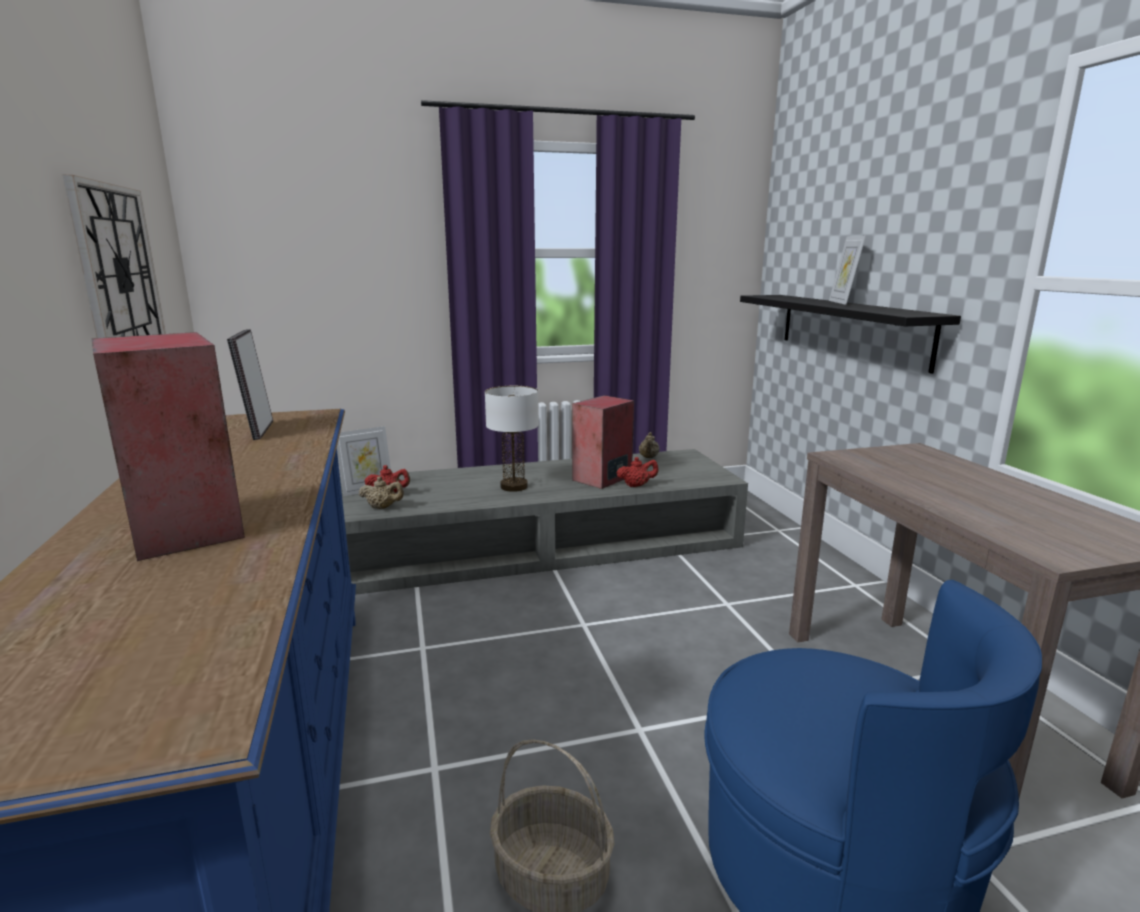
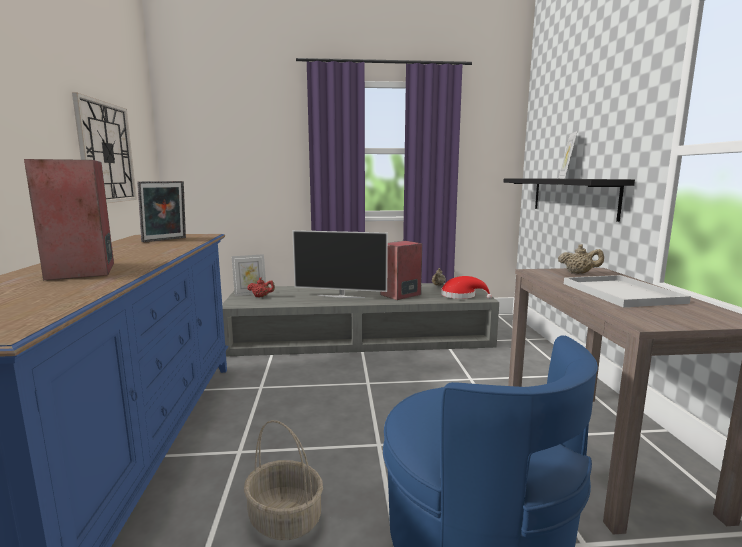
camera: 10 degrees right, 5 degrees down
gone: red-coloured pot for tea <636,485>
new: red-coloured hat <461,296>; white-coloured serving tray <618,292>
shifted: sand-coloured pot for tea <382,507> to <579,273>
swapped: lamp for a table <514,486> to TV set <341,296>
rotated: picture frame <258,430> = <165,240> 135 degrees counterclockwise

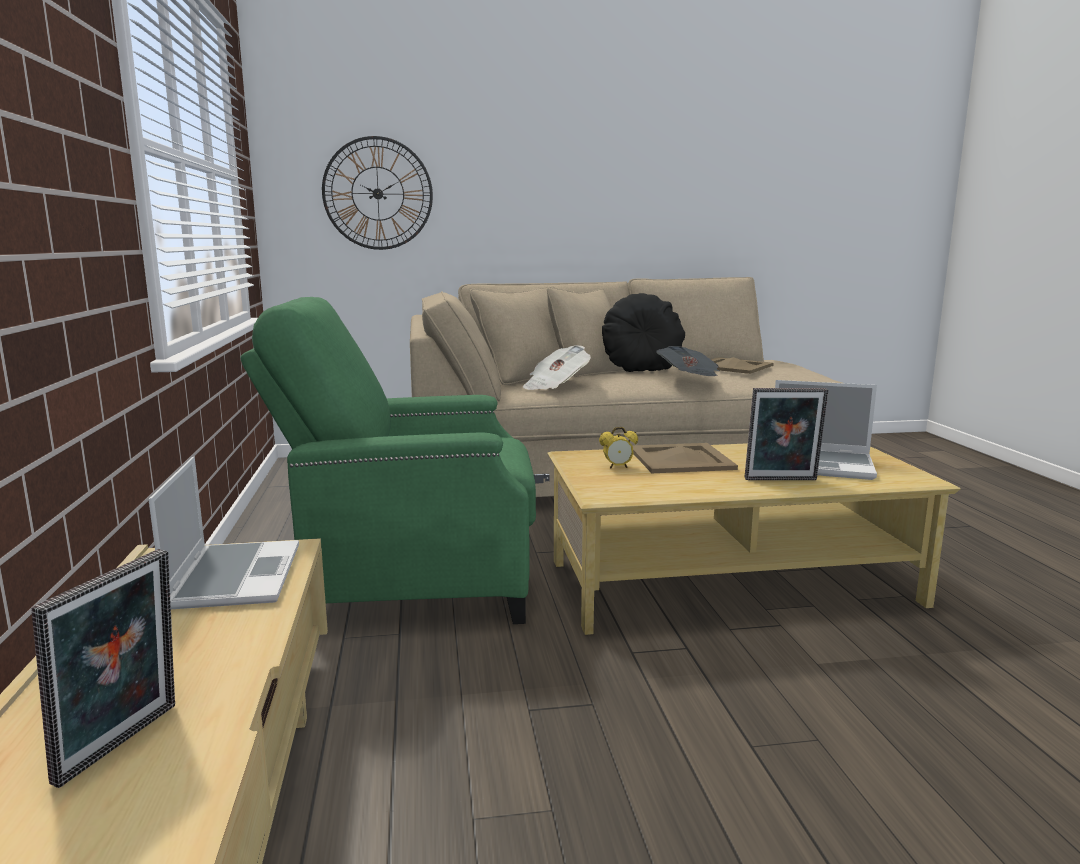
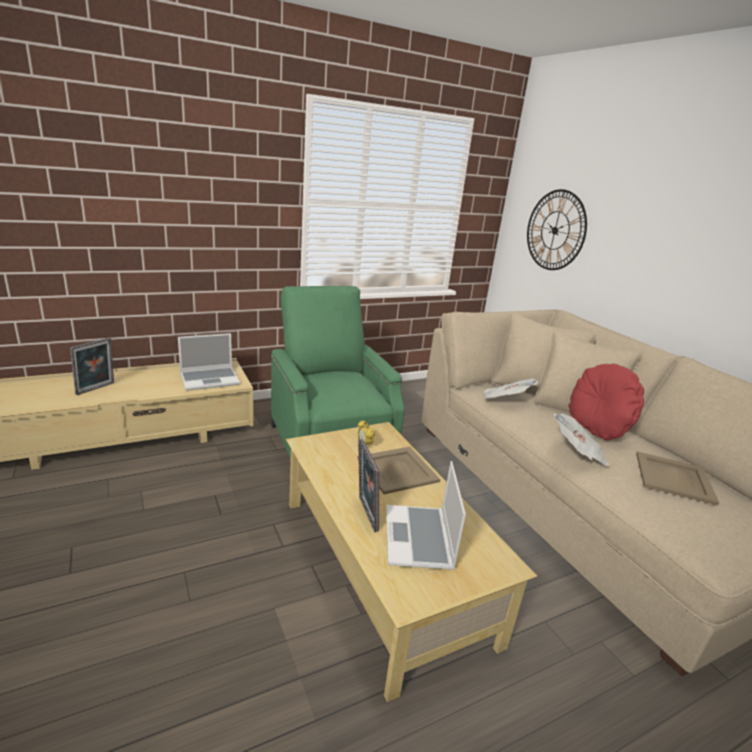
camera: 70 degrees right, 10 degrees up
repainted: black-coloured throw pillow <641,370> to red-coloured throw pillow <596,430>
rotated: picture frame <124,744> = <96,389> 60 degrees counterclockwise

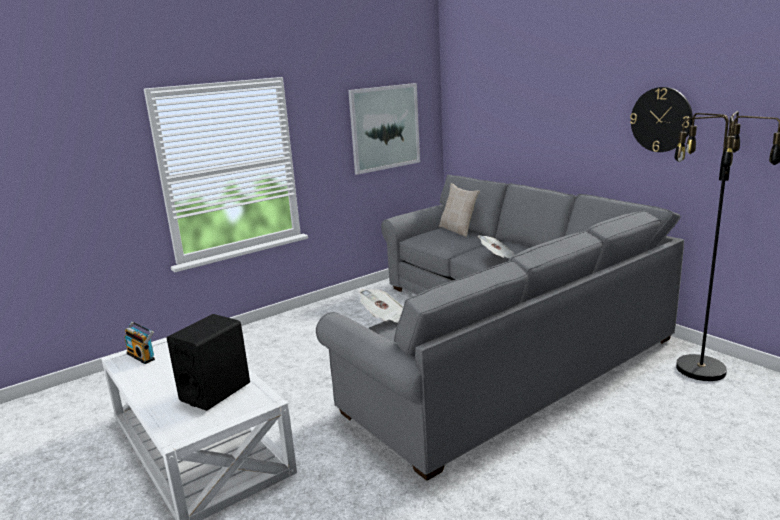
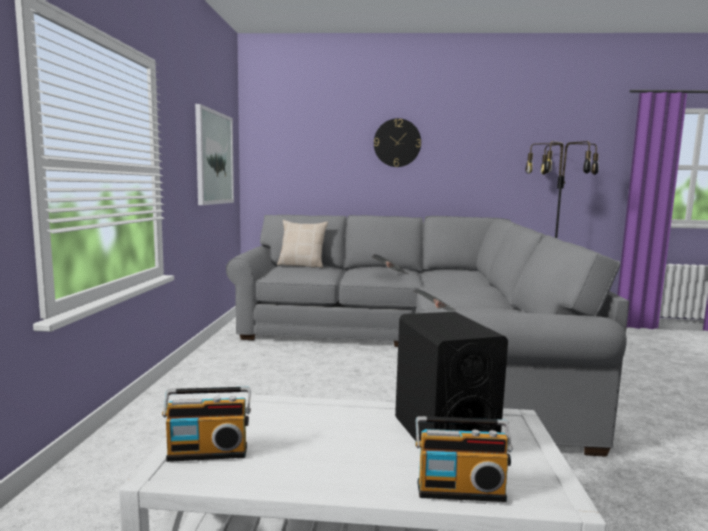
camera: 50 degrees left, 10 degrees down
new: radio <460,489>
shifted: hanging clock <661,119> to <397,143>

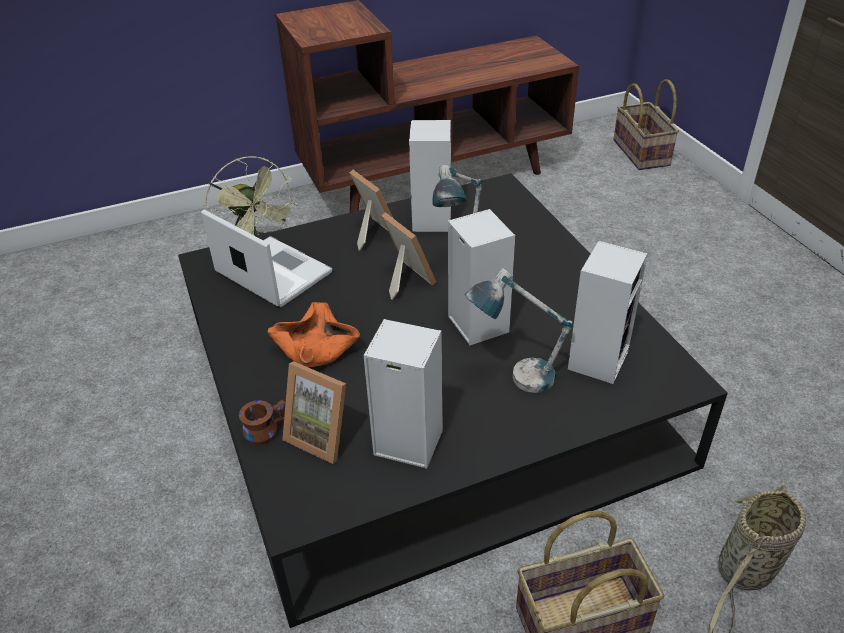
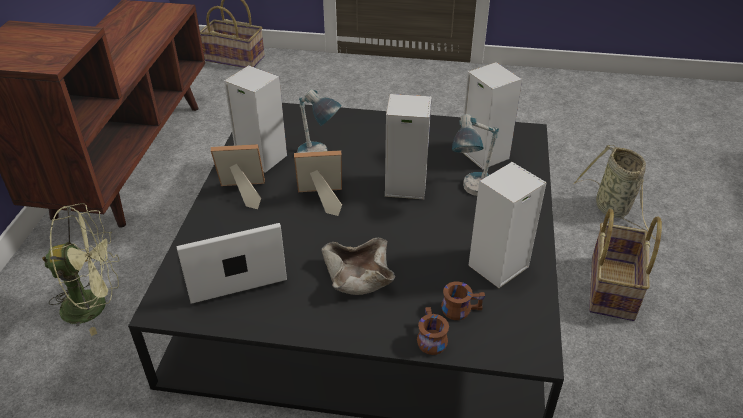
camera: 60 degrees left, 0 degrees up
swapped: picture frame <322,435> to brown-coloured tea mug <460,308>
repainted: orange-coloured serving bowl <316,347> to sand-coloured serving bowl <358,276>

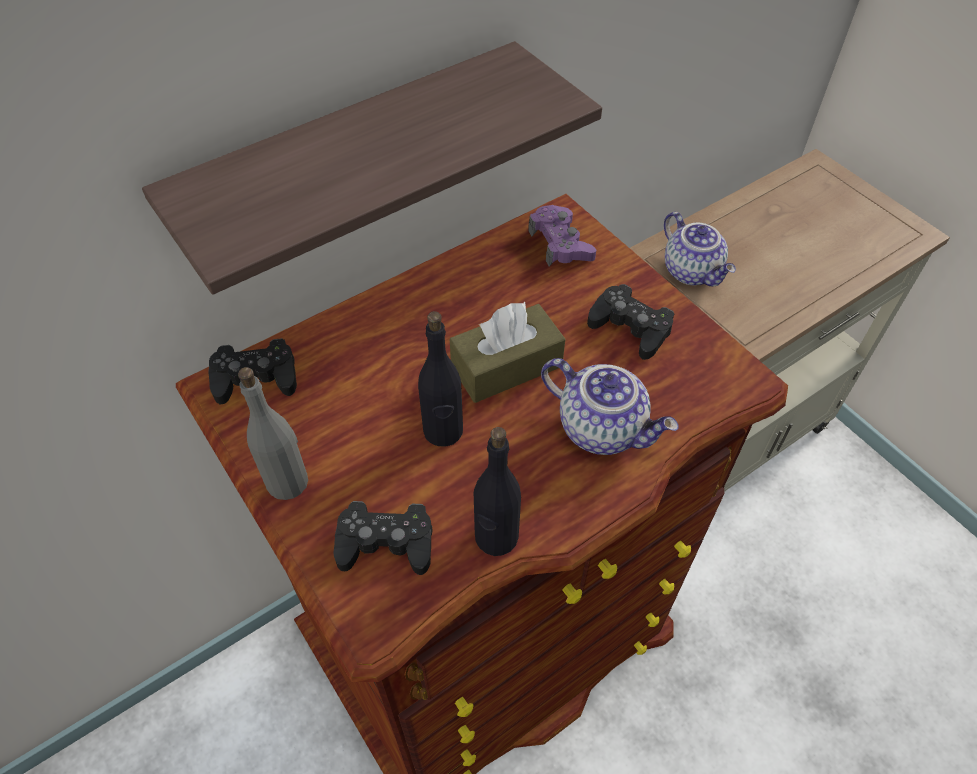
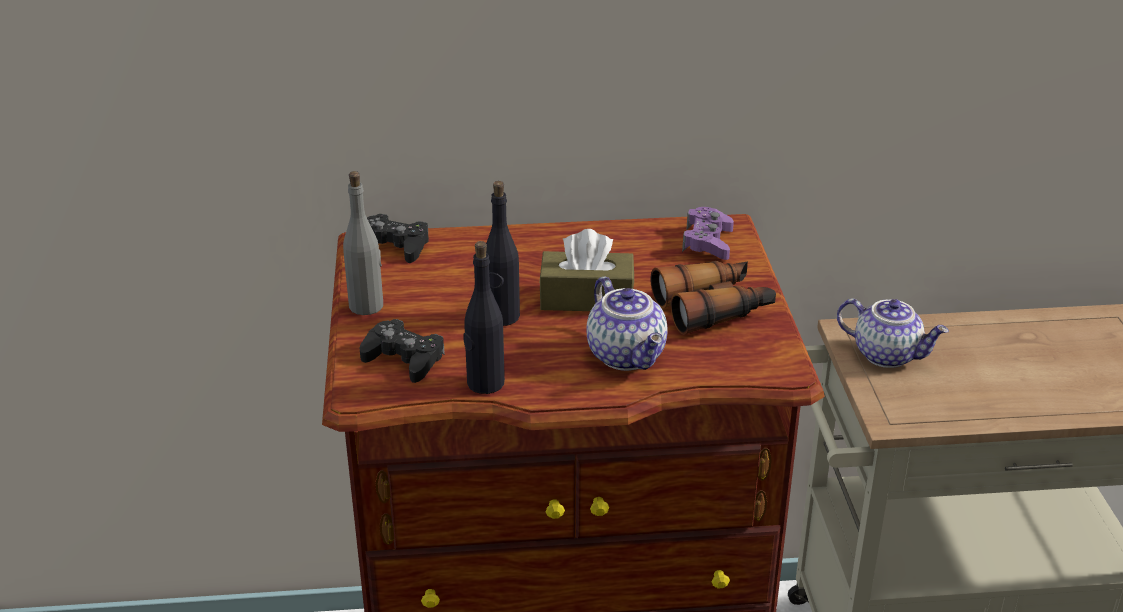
camera: 30 degrees right, 20 degrees down
gone: bracket shelf <353,165>
swapped: black-coloured gamepad <630,327> to pair of binoculars <714,308>
rotated: pot for tea <692,271> = <887,355> 60 degrees counterclockwise

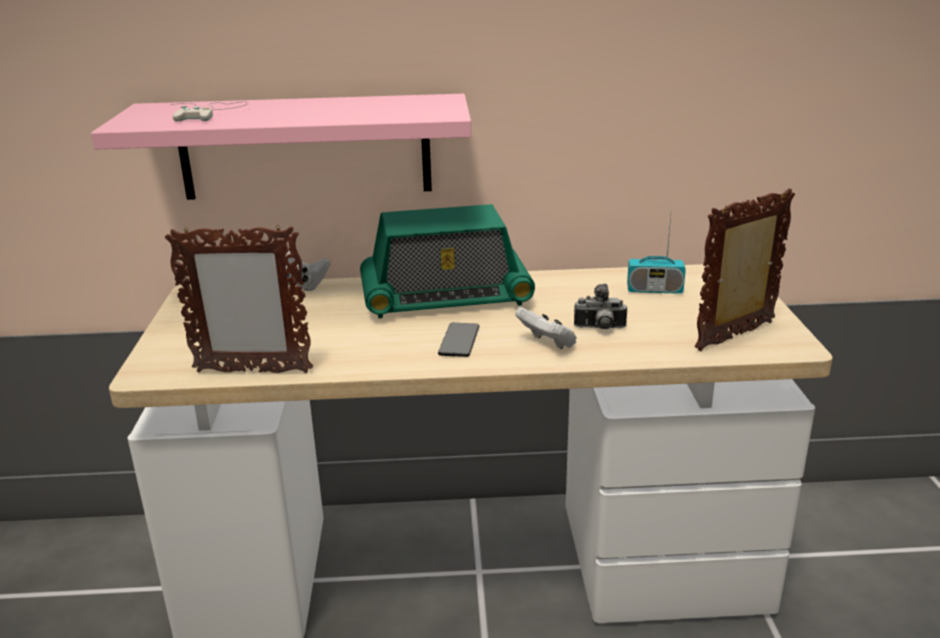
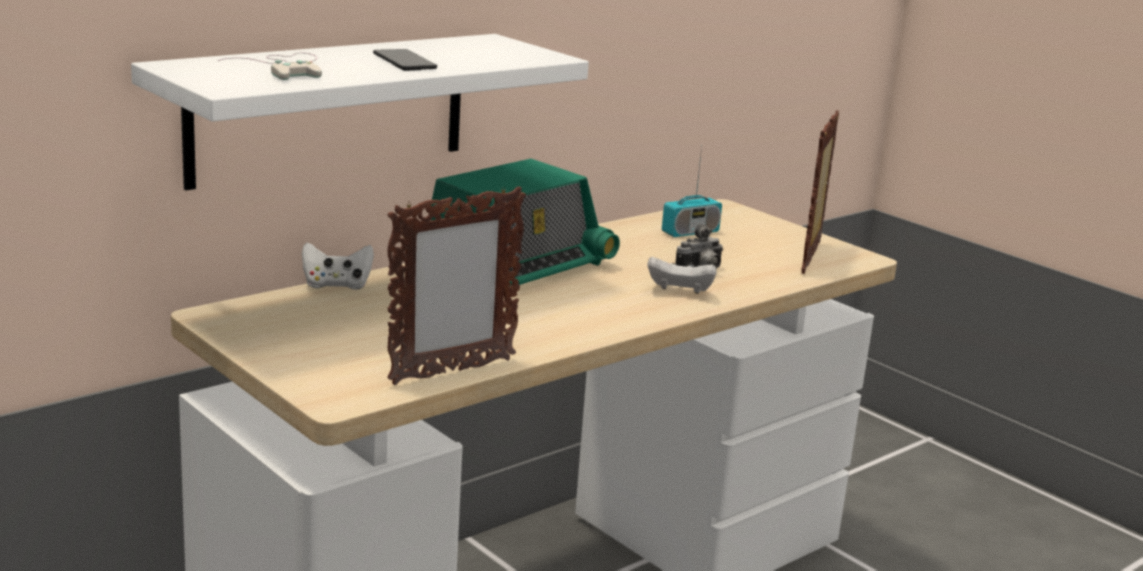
camera: 40 degrees left, 5 degrees down
shifted: telephone <459,341> to <404,62>
repainted: pinkish bracket shelf <305,147> to white-coloured bracket shelf <330,108>

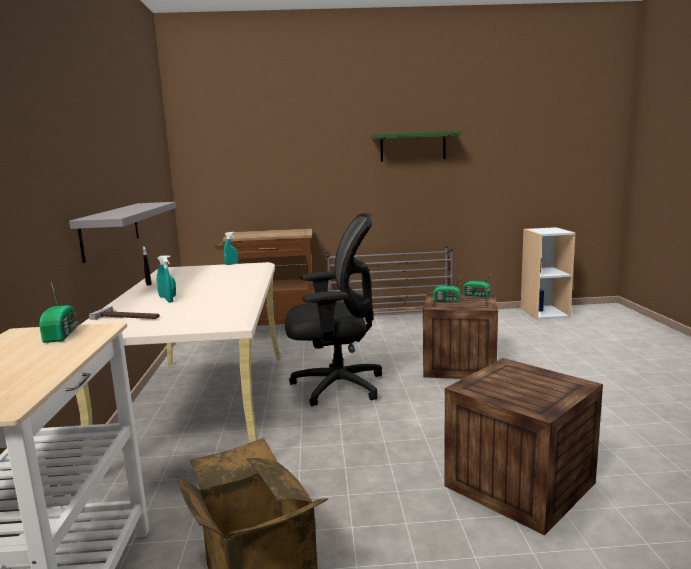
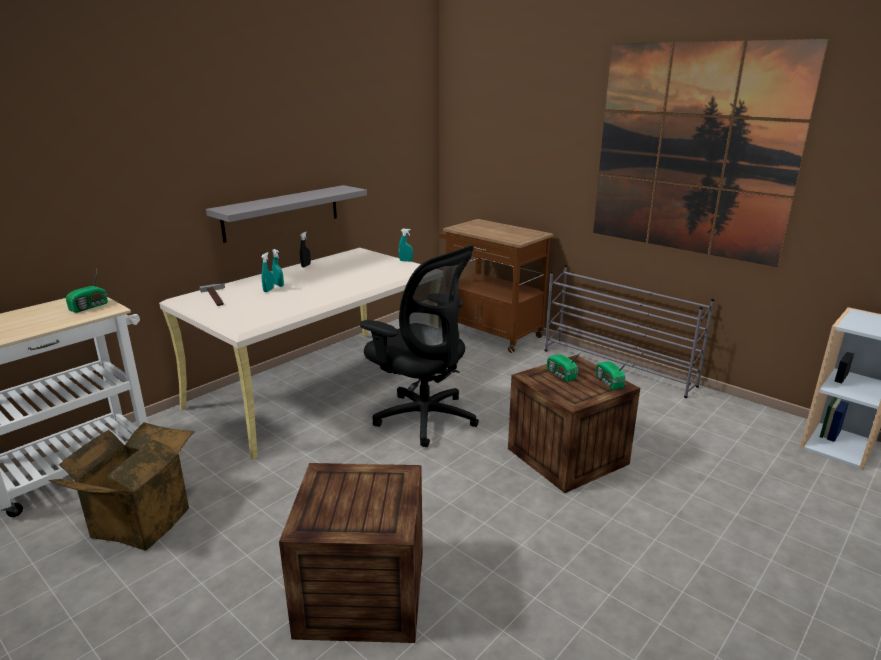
camera: 45 degrees right, 10 degrees up
swapped: green bracket shelf <413,147> to wall picture <692,151>

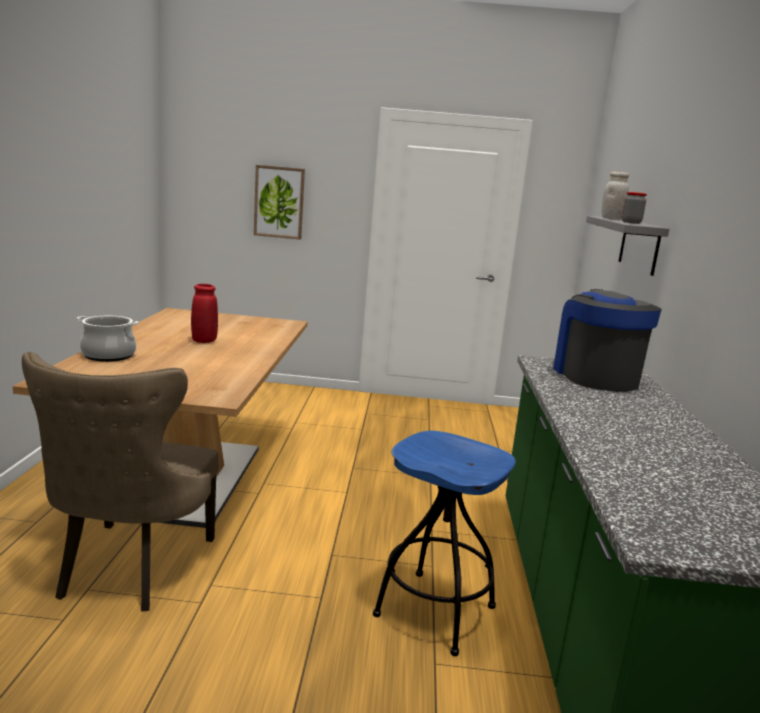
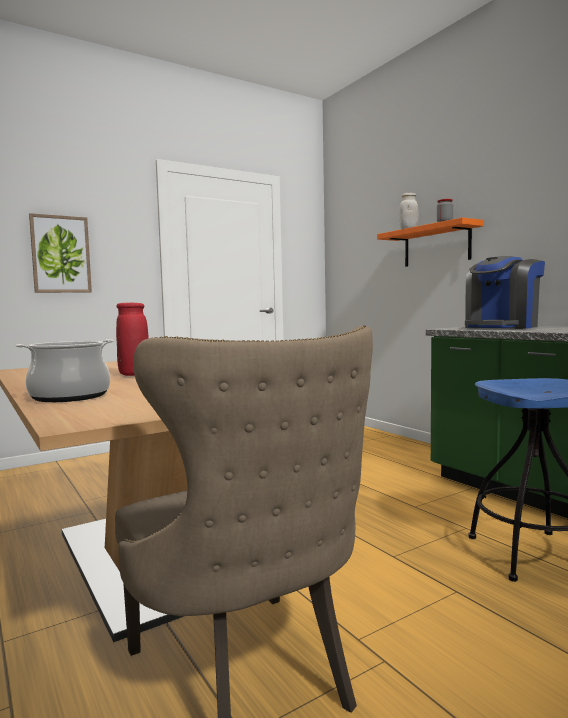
camera: 35 degrees left, 10 degrees down
repainted: grey bracket shelf <639,245> to orange-coloured bracket shelf <436,245>
rotated: coffee maker <595,376> = <501,327> 90 degrees counterclockwise

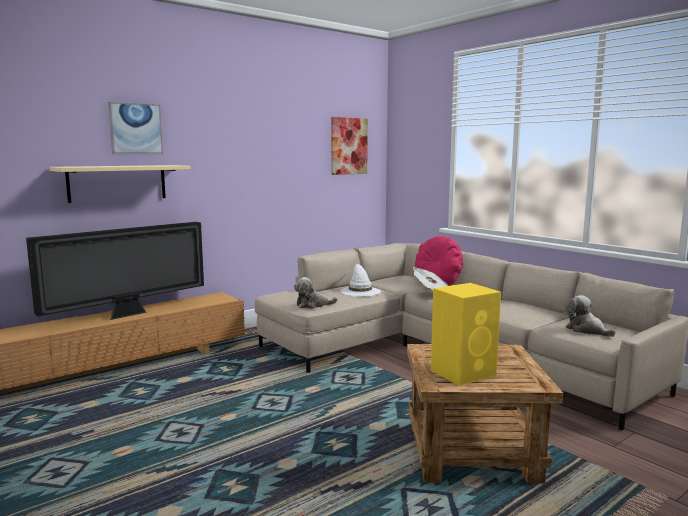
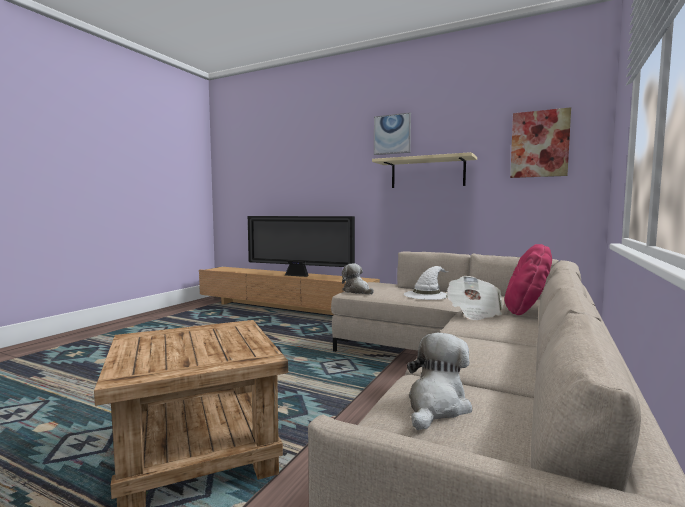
camera: 65 degrees right, 5 degrees down
gone: yellowish speaker <464,372>
shifted: sand-coloured bracket shelf <117,183> to <427,173>; wall picture <135,129> to <392,134>

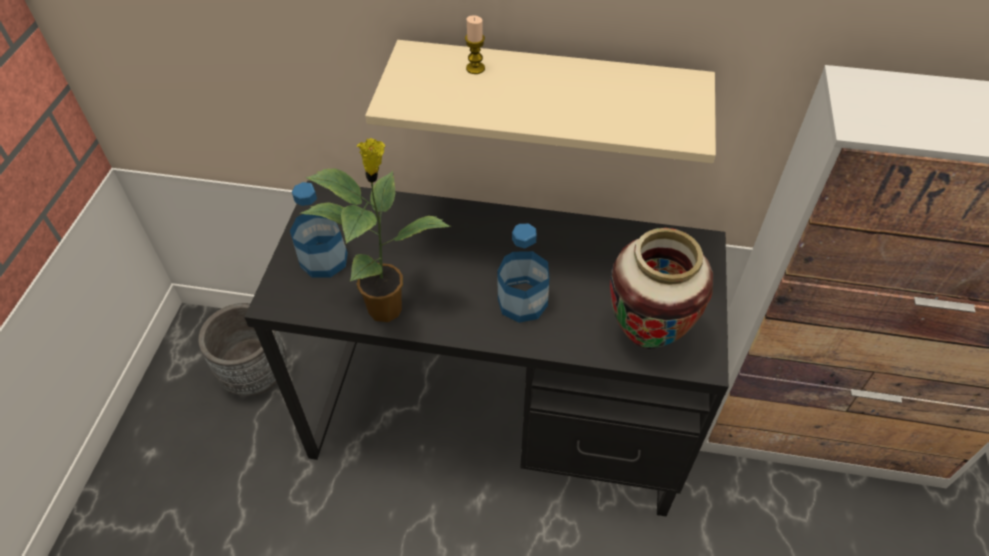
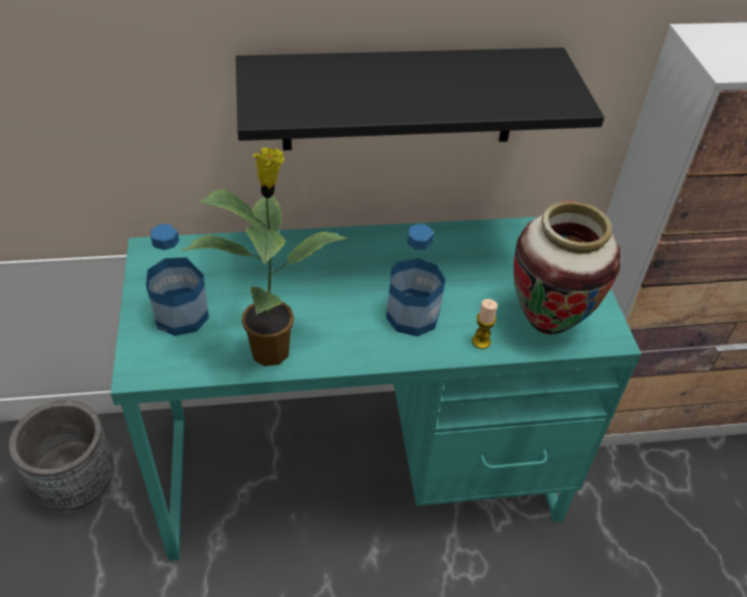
camera: 20 degrees left, 5 degrees down
shifted: wax light <475,68> to <481,341>
repainted: black-coloured desk unit <496,420> to turquoise-coloured desk unit <362,468>; sand-coloured bracket shelf <549,98> to black-coloured bracket shelf <400,99>

